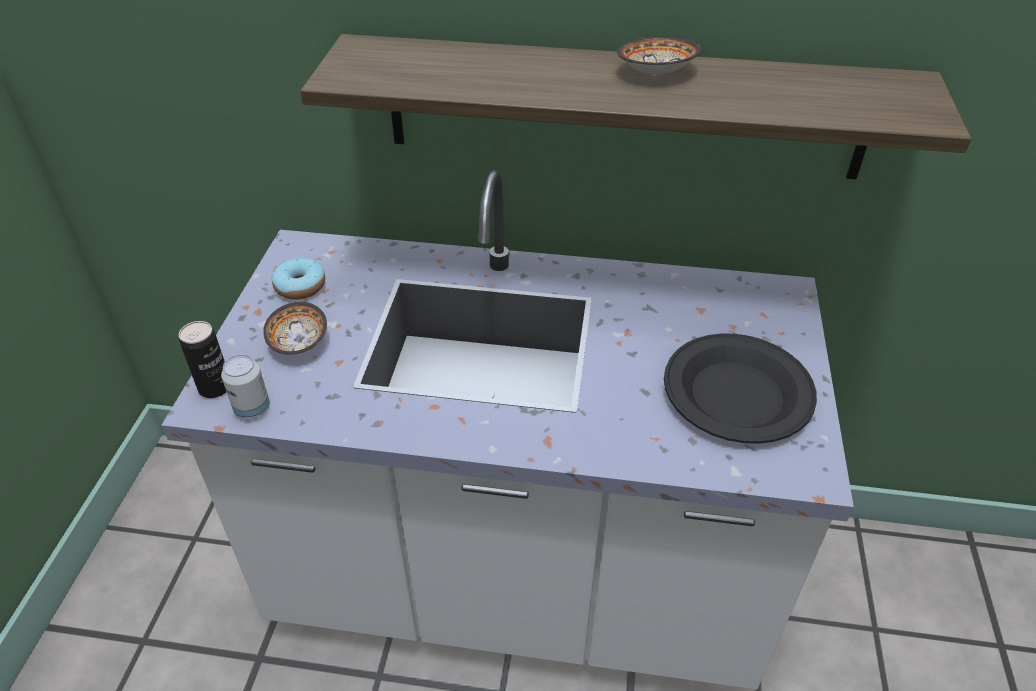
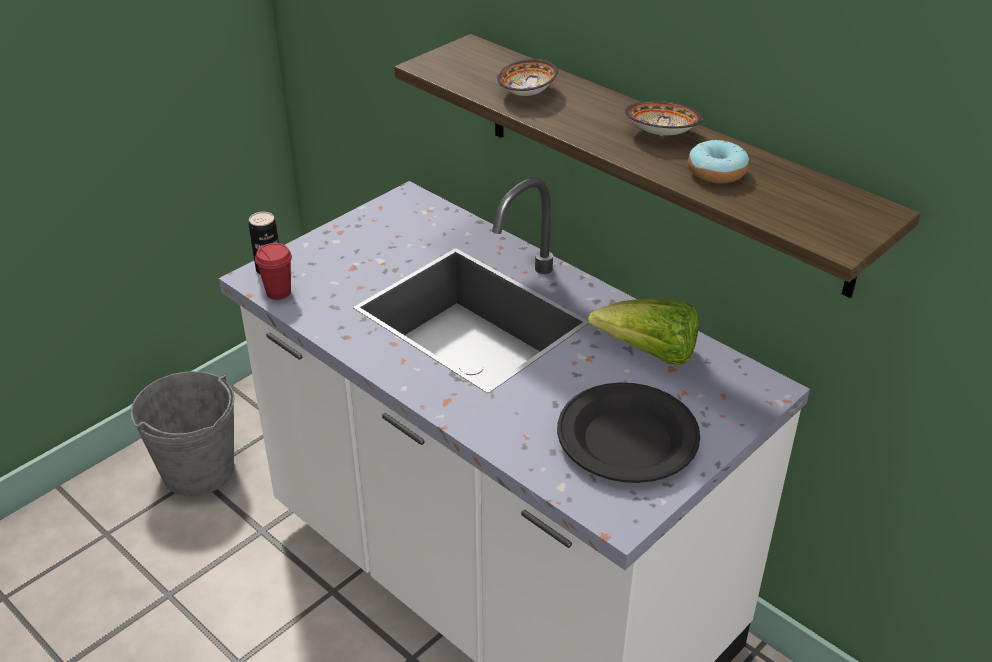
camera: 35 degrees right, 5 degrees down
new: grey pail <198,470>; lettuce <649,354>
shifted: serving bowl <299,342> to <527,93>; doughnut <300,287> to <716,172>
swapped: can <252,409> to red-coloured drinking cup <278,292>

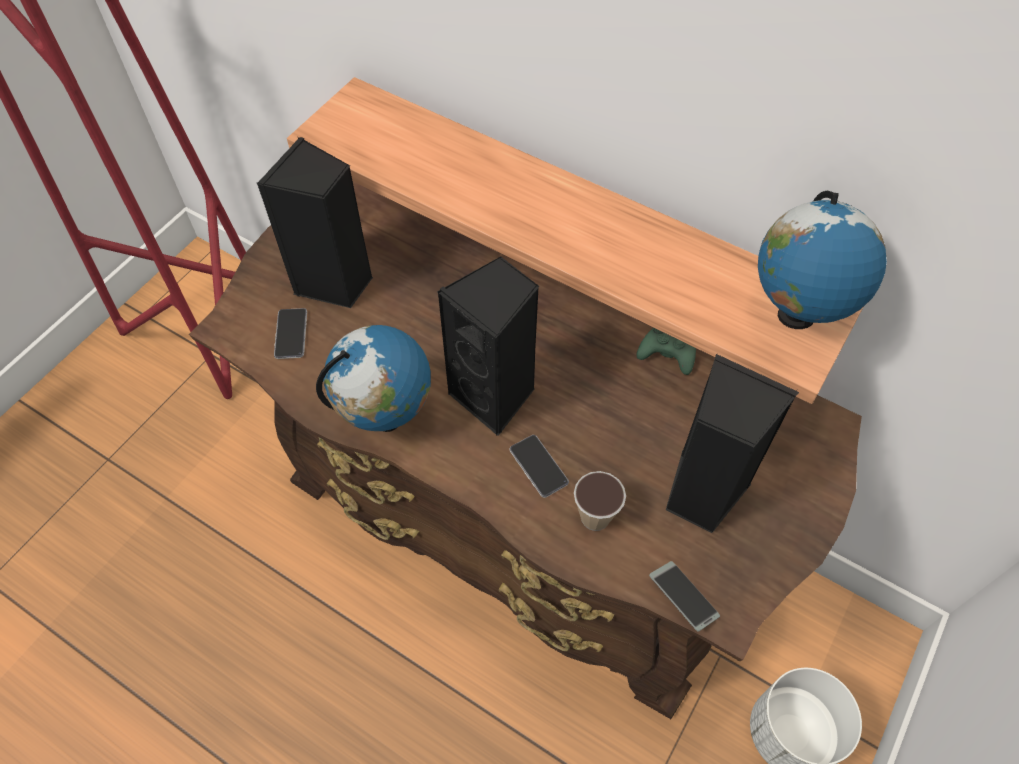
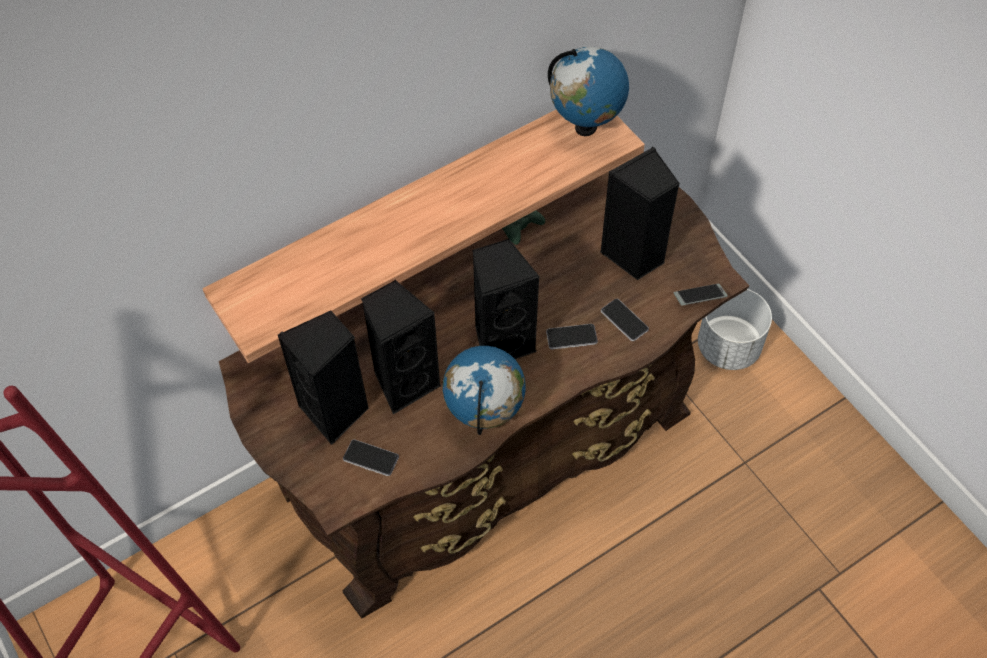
camera: 65 degrees left, 0 degrees up
new: black-coloured speaker <404,382>
swapped: drinking cup <595,517> to telephone <624,320>

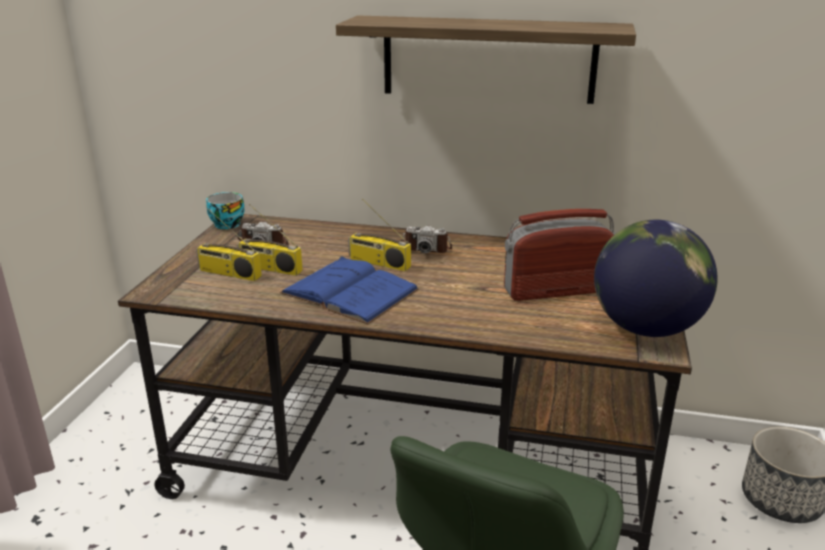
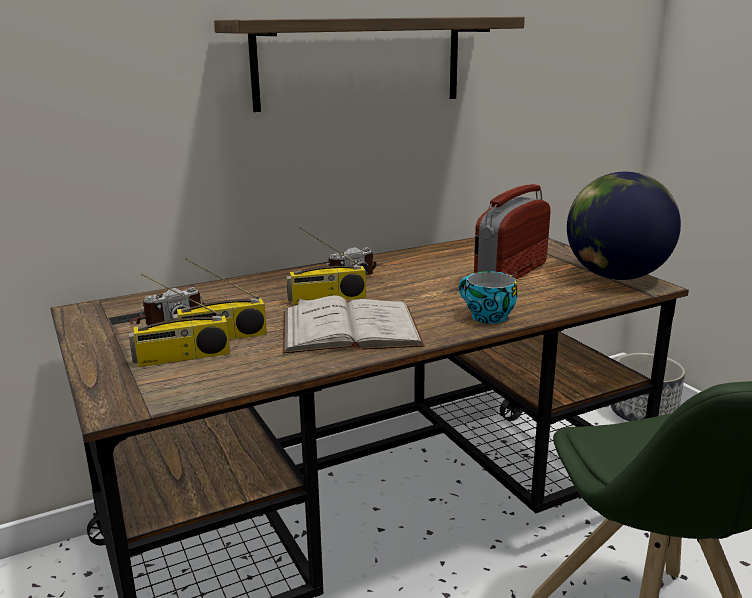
camera: 40 degrees left, 5 degrees down
shifted: drinking cup <226,224> to <486,317>
repainted: blue volume <350,291> to white-coloured volume <350,328>

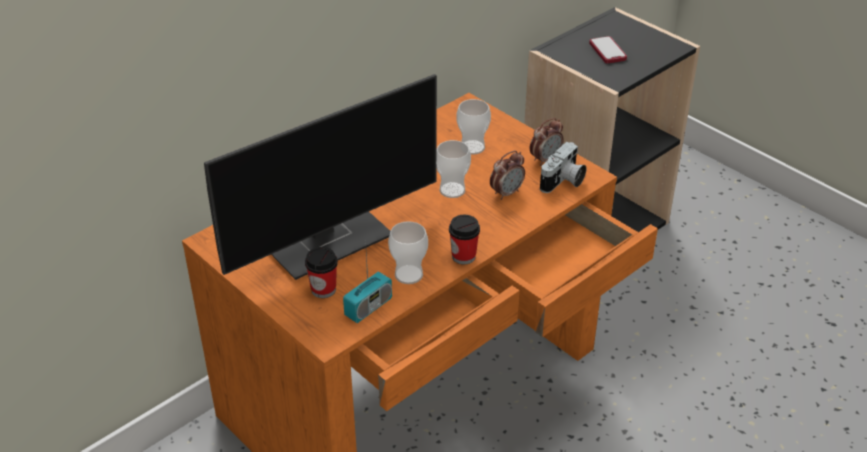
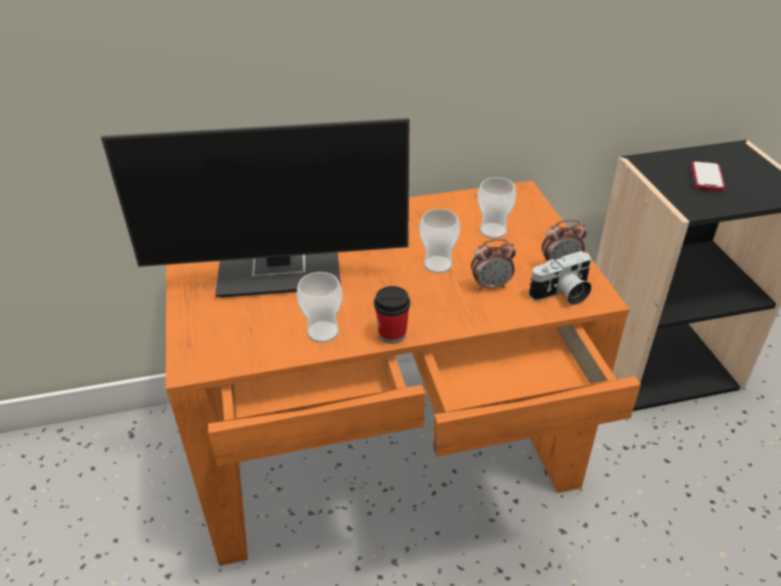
camera: 30 degrees right, 0 degrees up
gone: drinking cup <323,289>; radio <368,307>

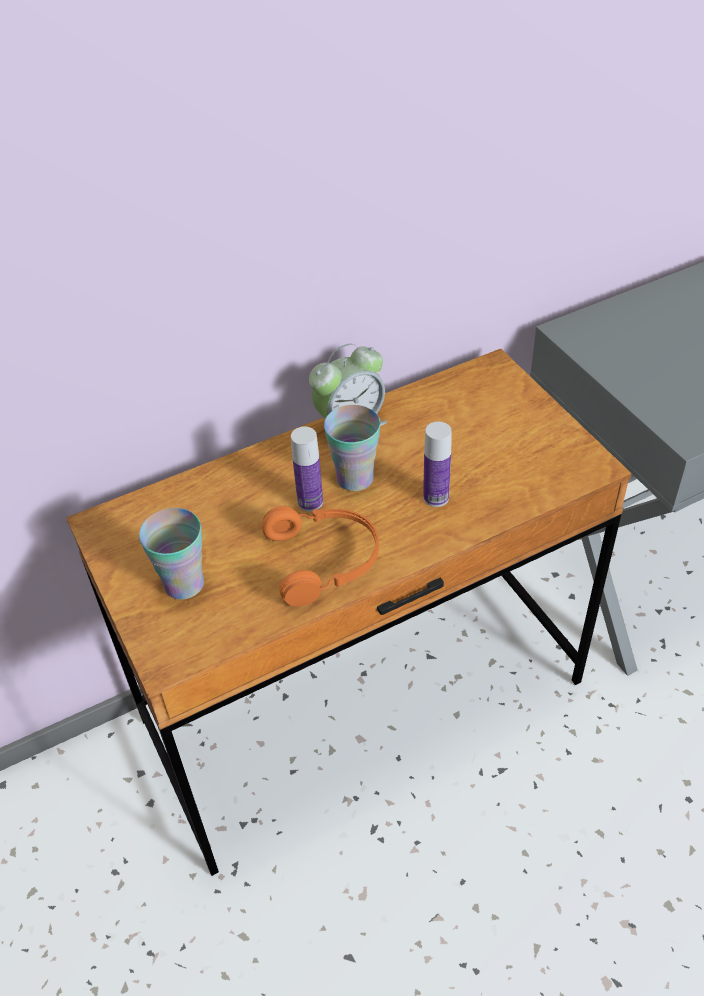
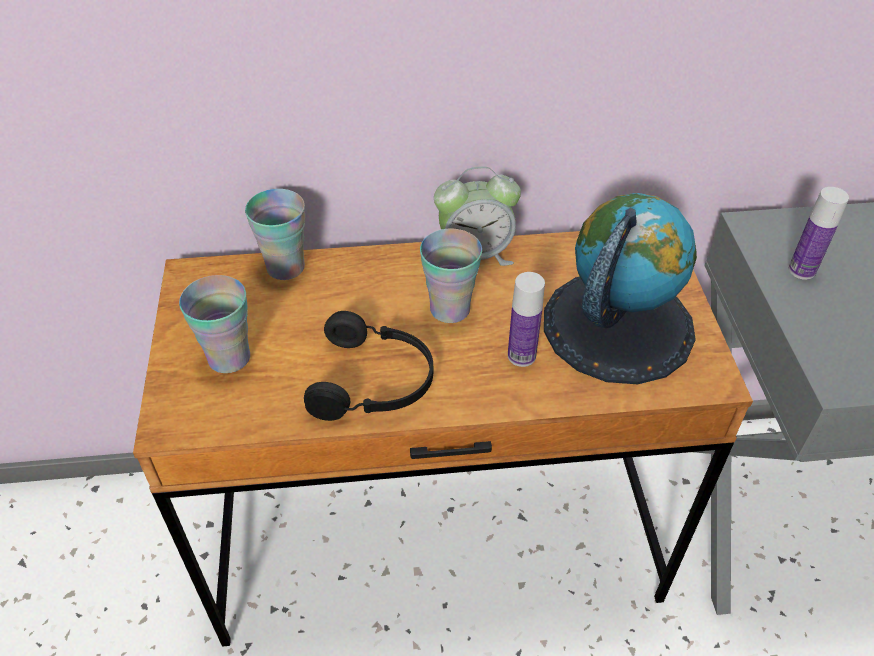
camera: 20 degrees right, 0 degrees up
new: drinking cup <285,267>; world globe <617,325>
shifted: drink bottle <310,502> to <802,270>
repainted: orange-coloured pair of headphones <325,560> to black-coloured pair of headphones <374,381>

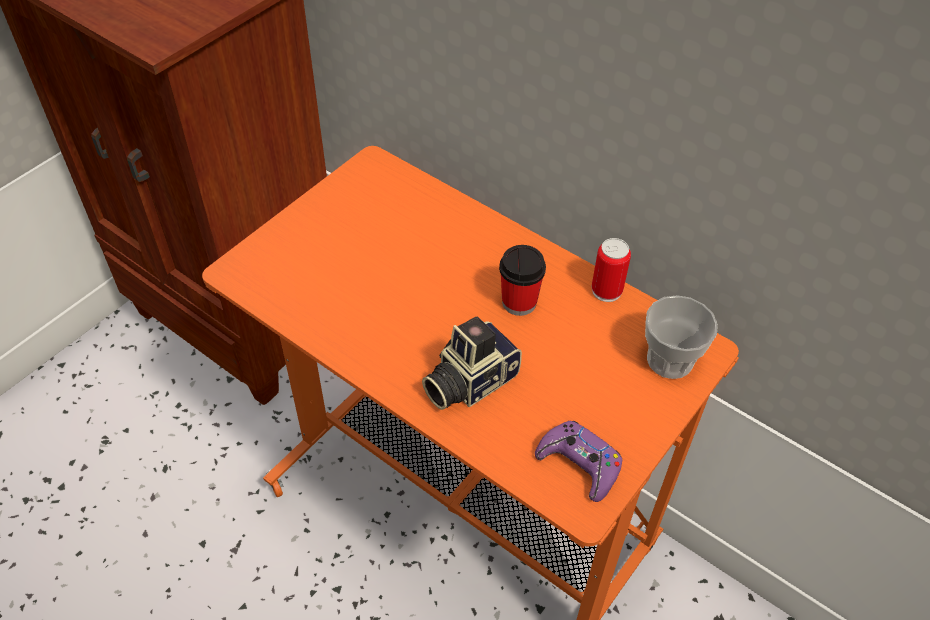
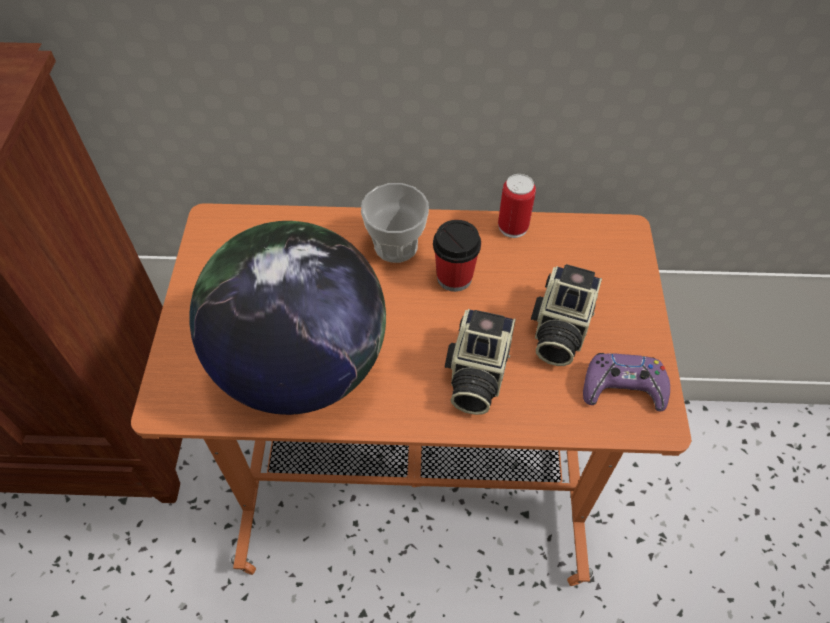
camera: 35 degrees left, 5 degrees up
new: world globe <301,366>; photo camera <558,329>
shifted: drinking cup <669,360> to <396,246>

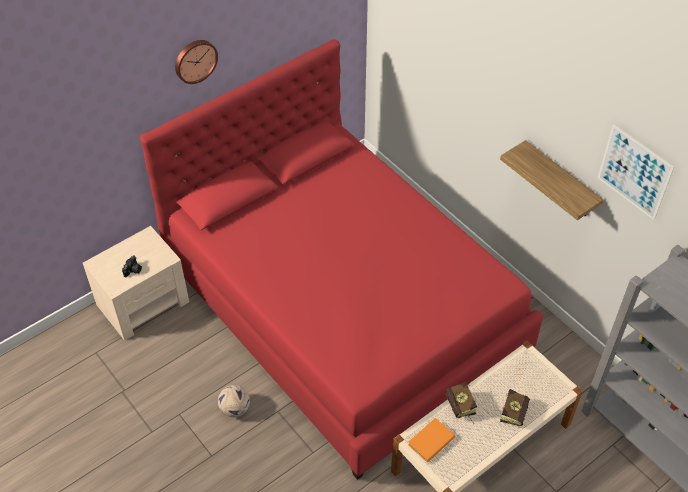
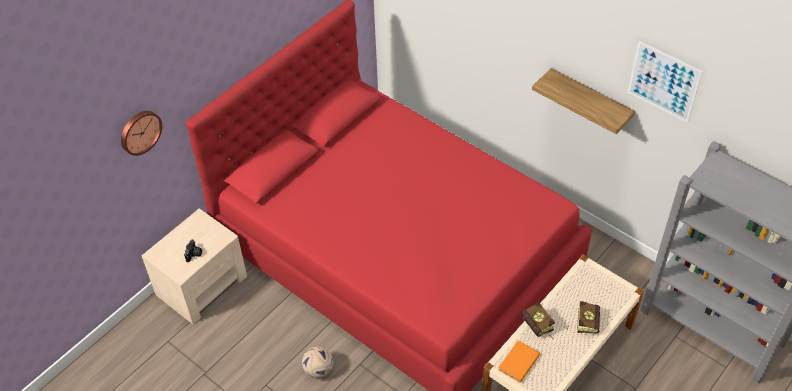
camera: 10 degrees left, 0 degrees up
shifted: hanging clock <195,60> to <139,131>

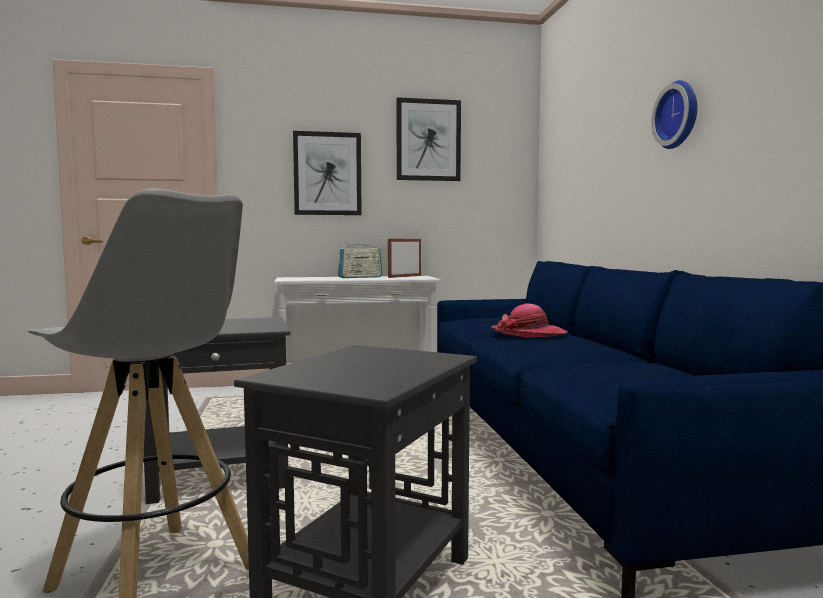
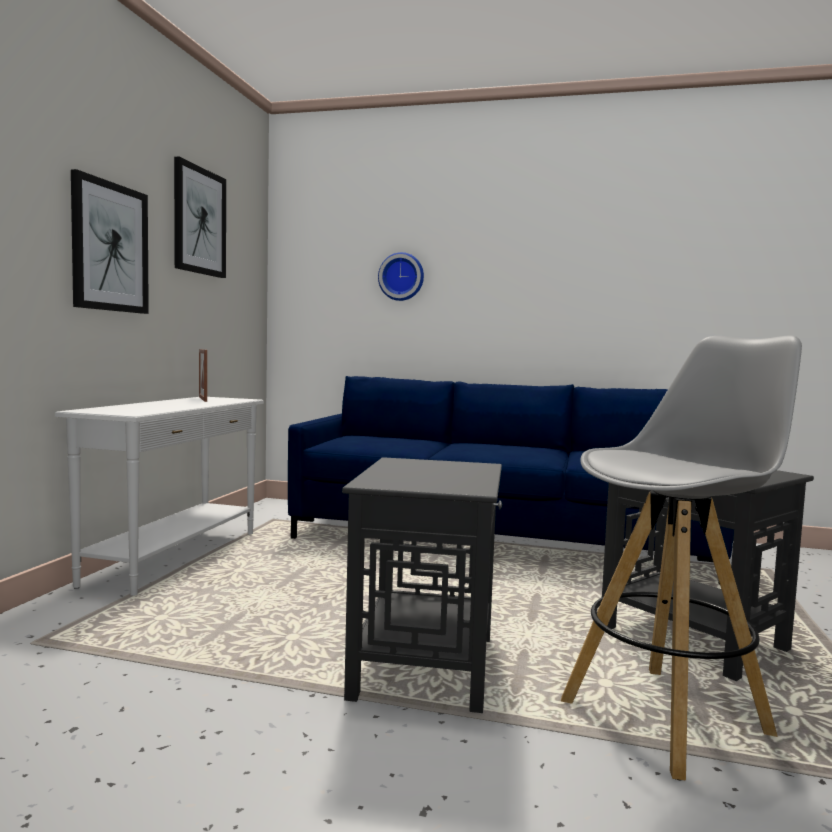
camera: 65 degrees left, 0 degrees up
gone: radio <360,277>; hat <528,334>
shifted: hanging clock <679,115> to <402,277>

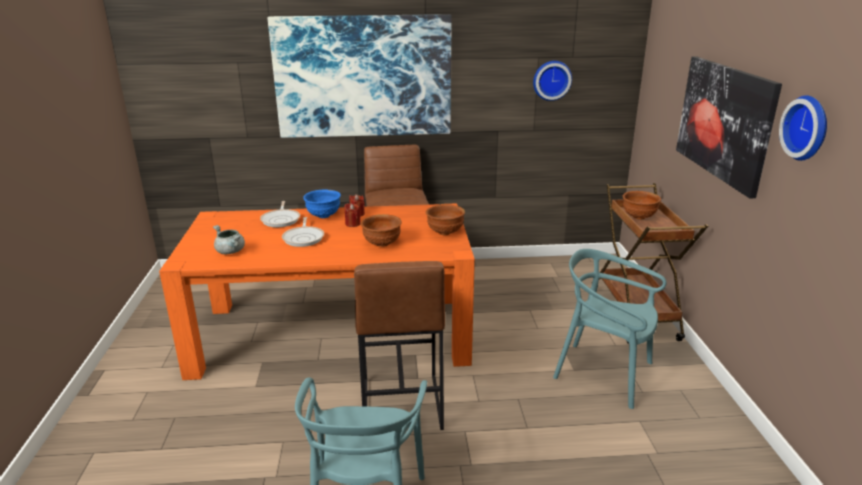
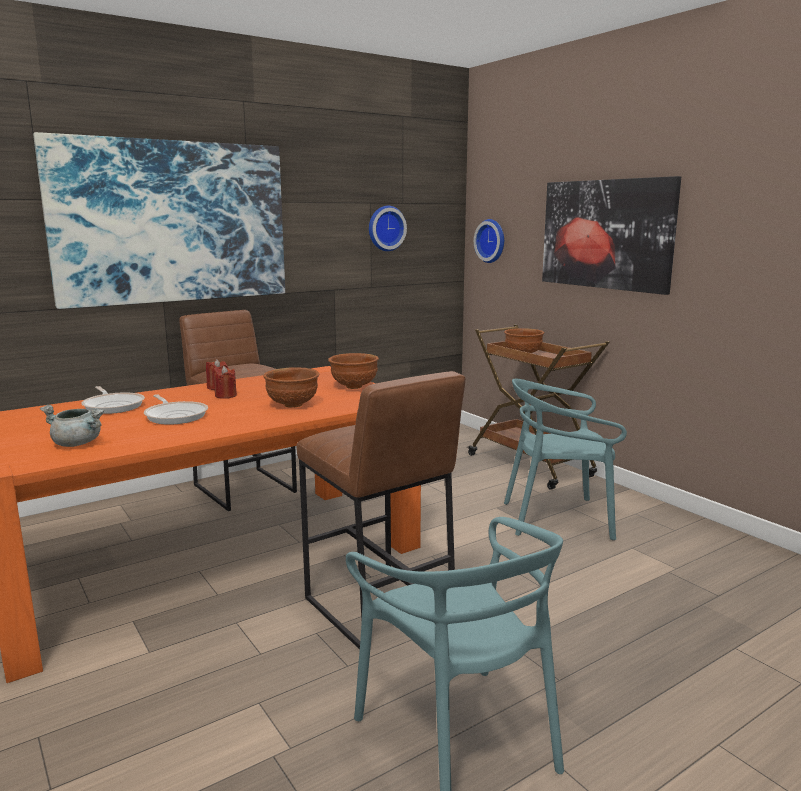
camera: 30 degrees left, 10 degrees down
gone: blue serving bowl <323,216>
shifted: hanging clock <808,128> to <492,241>

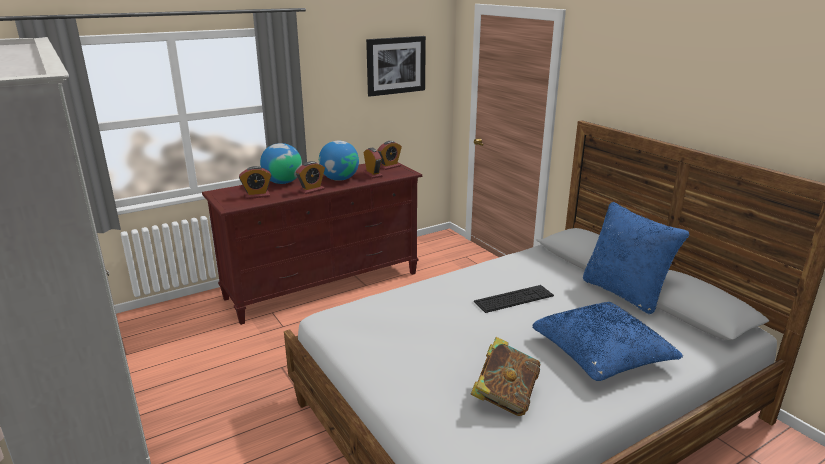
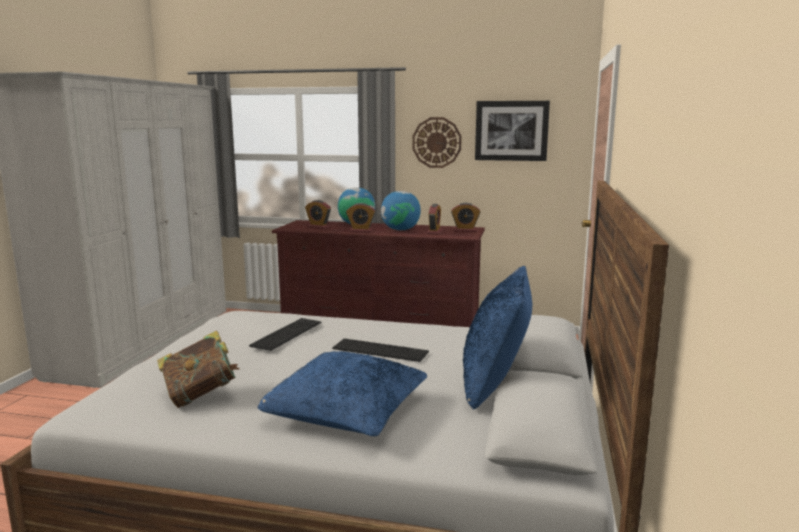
camera: 45 degrees right, 10 degrees down
new: PC keyboard <287,334>; hanging clock <436,142>

